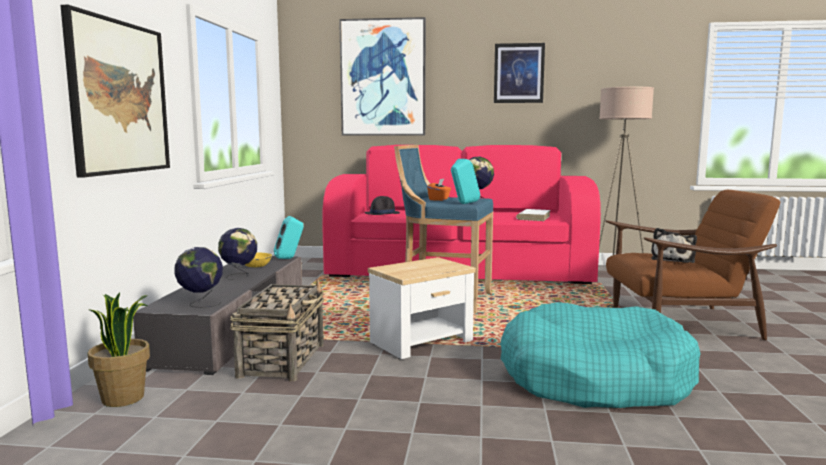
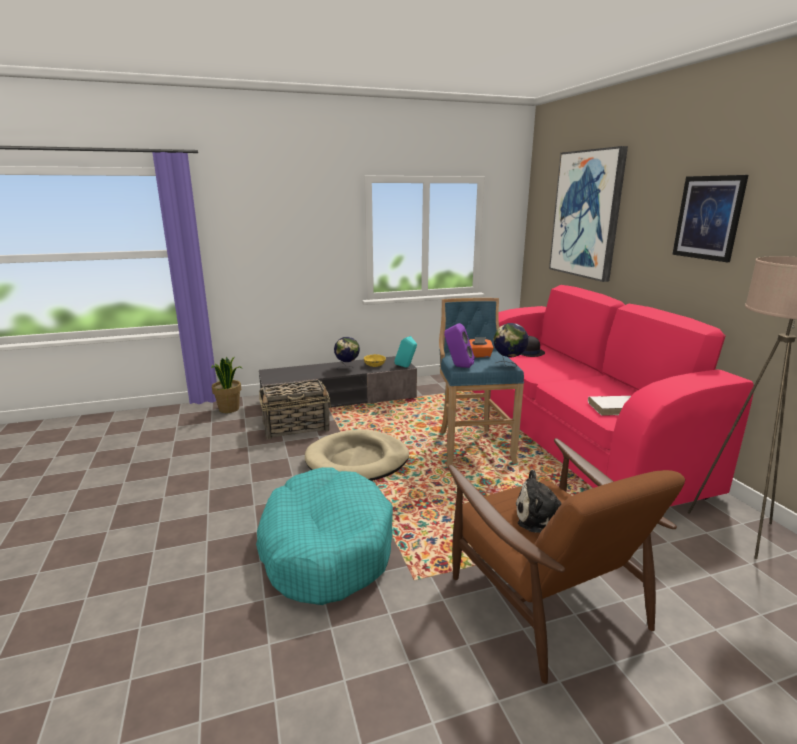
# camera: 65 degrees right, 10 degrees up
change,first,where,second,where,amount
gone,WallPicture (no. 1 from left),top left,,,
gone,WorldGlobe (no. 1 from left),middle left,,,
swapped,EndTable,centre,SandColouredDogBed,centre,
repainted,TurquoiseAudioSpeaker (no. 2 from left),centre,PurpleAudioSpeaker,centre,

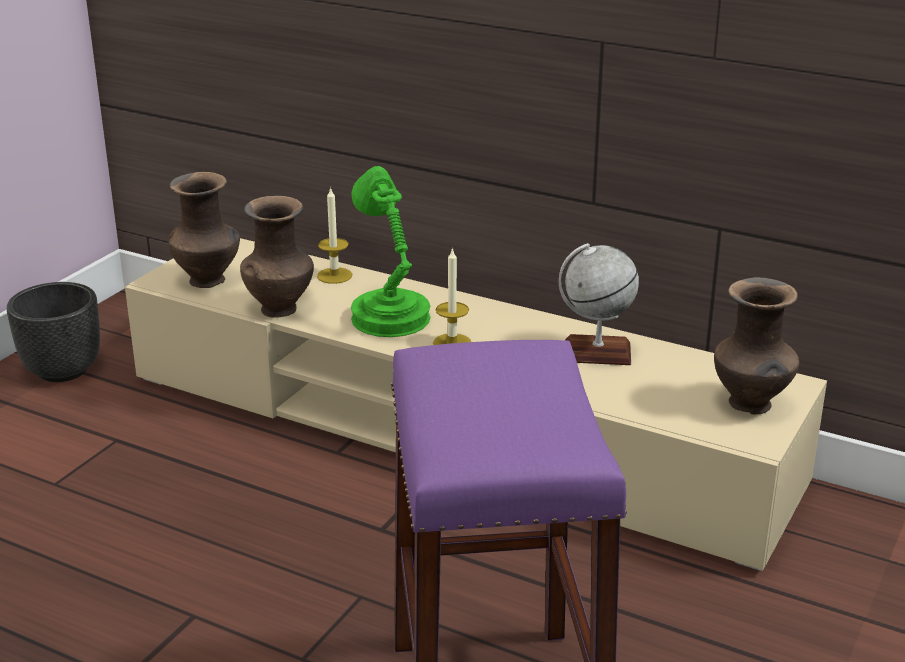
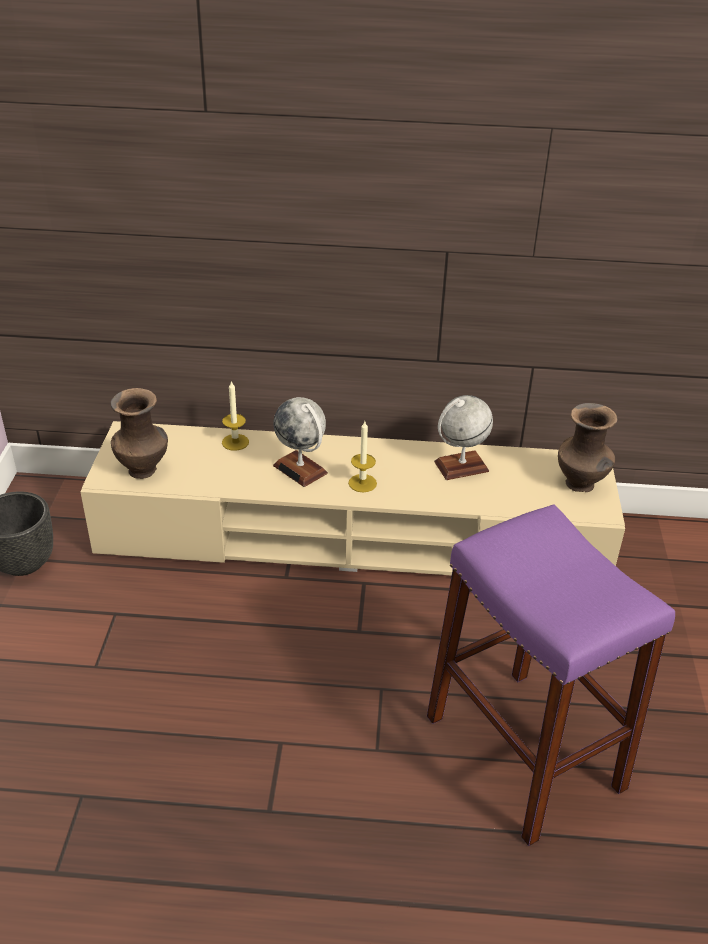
# camera: 25 degrees left, 10 degrees up
change,first,where,second,where,amount
gone,BrownVase (no. 2 from left),middle left,,,
swapped,GreenishTableLamp,centre,WorldGlobe (no. 1 from left),centre,

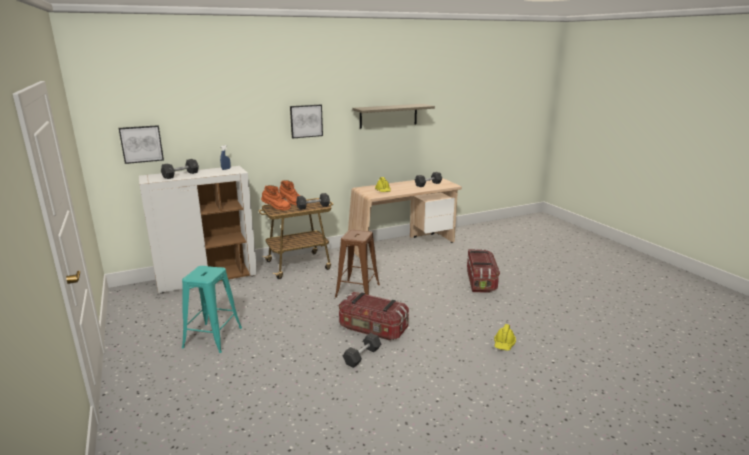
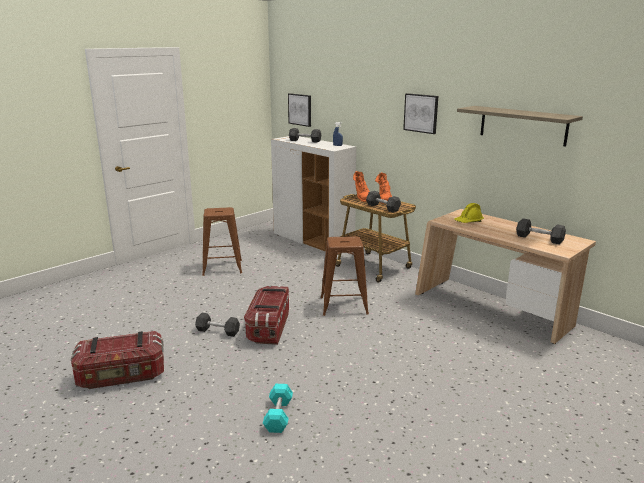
# camera: 70 degrees right, 0 degrees up
change,first,where,second,where,amount
repainted,TurquoiseSittingStool,bottom left,BrownSittingStool (no. 1 from left),centre,
shifted,StorageBox (no. 2 from left in the first image),centre,StorageBox (no. 1 from left),bottom left,
swapped,YellowHardHat (no. 2 from left),bottom right,TurquoiseDumbbell,bottom centre,

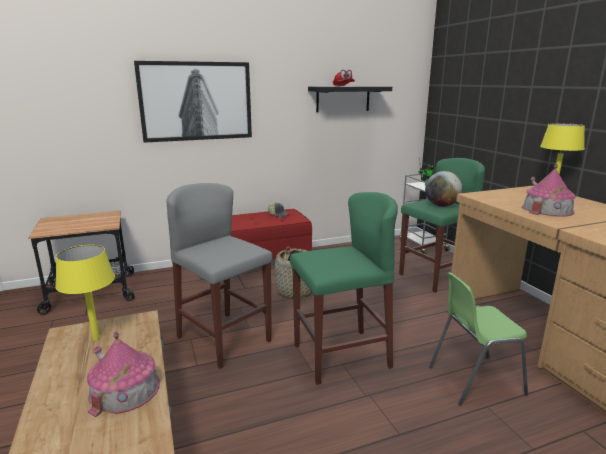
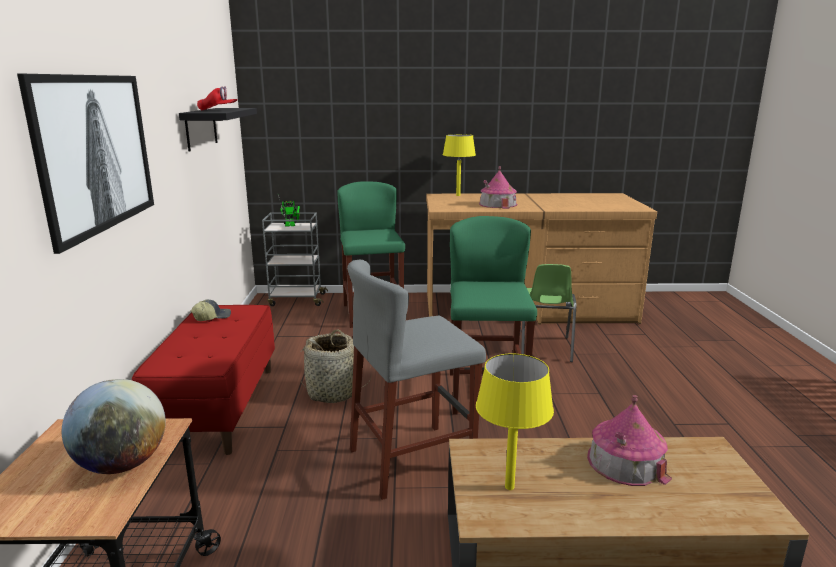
# camera: 70 degrees left, 0 degrees up
change,first,where,second,where,amount
shifted,WorldGlobe,middle right,,bottom left,

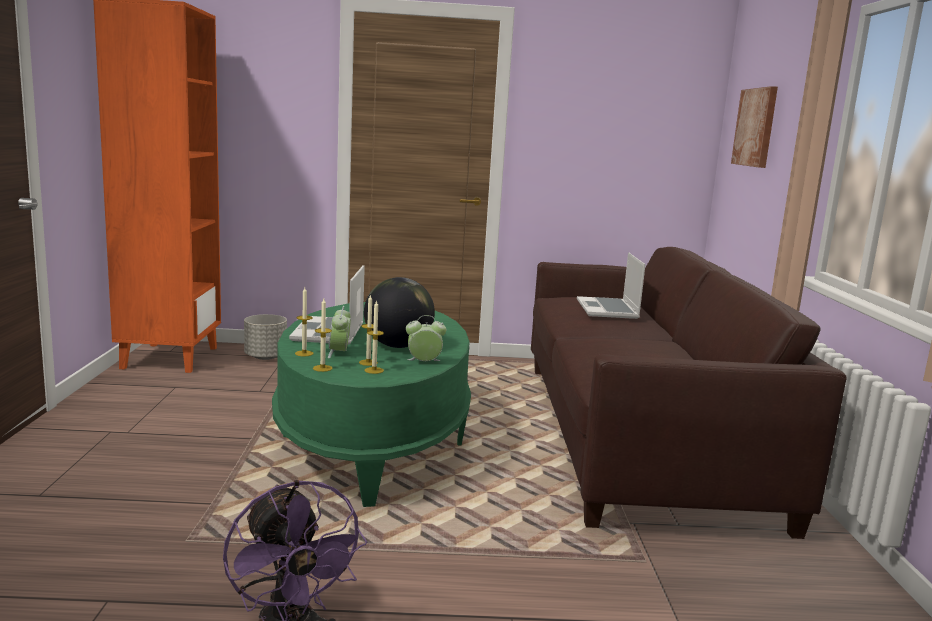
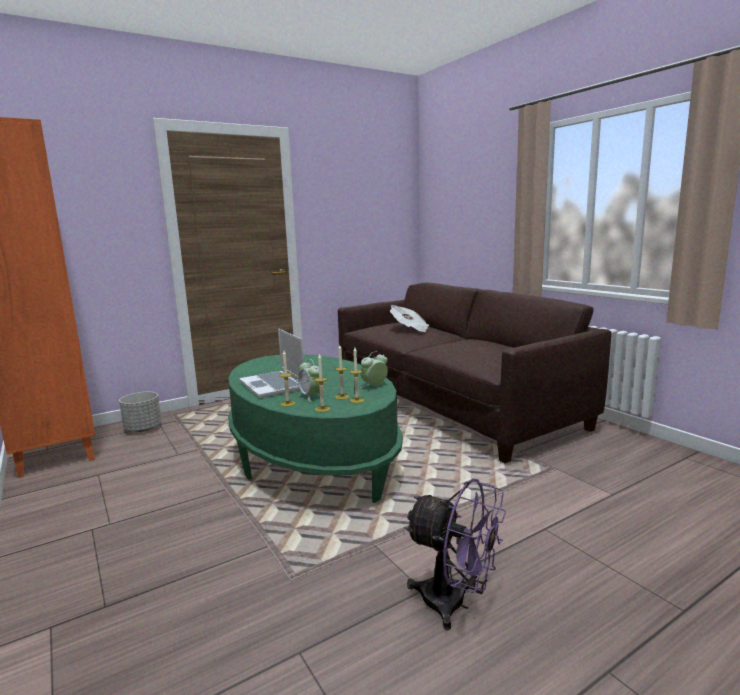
# camera: 30 degrees left, 0 degrees up
change,first,where,second,where,amount
gone,WorldGlobe,centre,,,
swapped,NotebookComputer (no. 2 from left),centre,Newspaper,centre,
gone,WallPicture,top right,,,

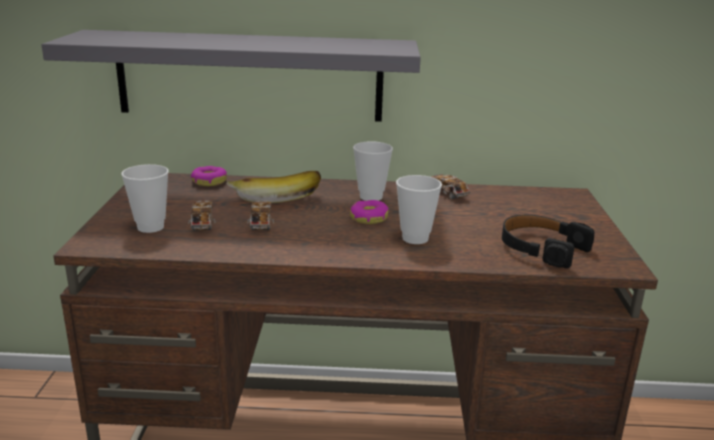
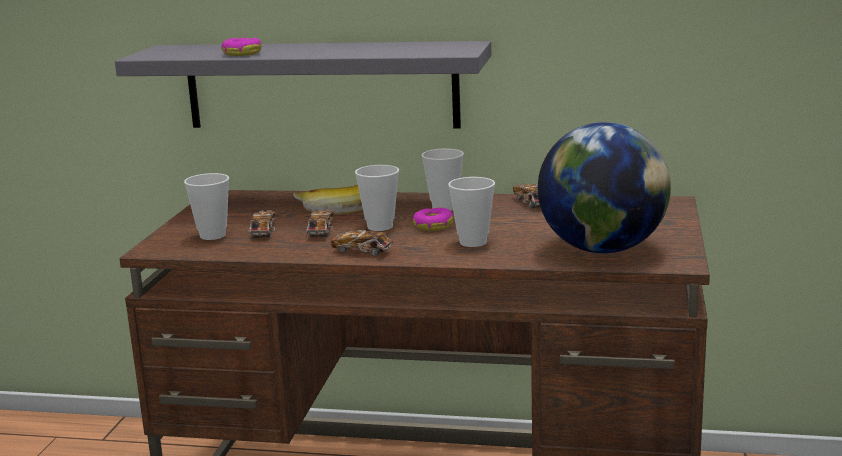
# camera: 10 degrees right, 5 degrees down
change,first,where,second,where,amount
shifted,Donut (no. 1 from left),middle left,,top left,
swapped,BlackHeadphones,middle right,WorldGlobe,middle right,
new,,,MiniatureCar (no. 3 from left),centre,
new,,,DrinkingCup (no. 2 from left),centre,

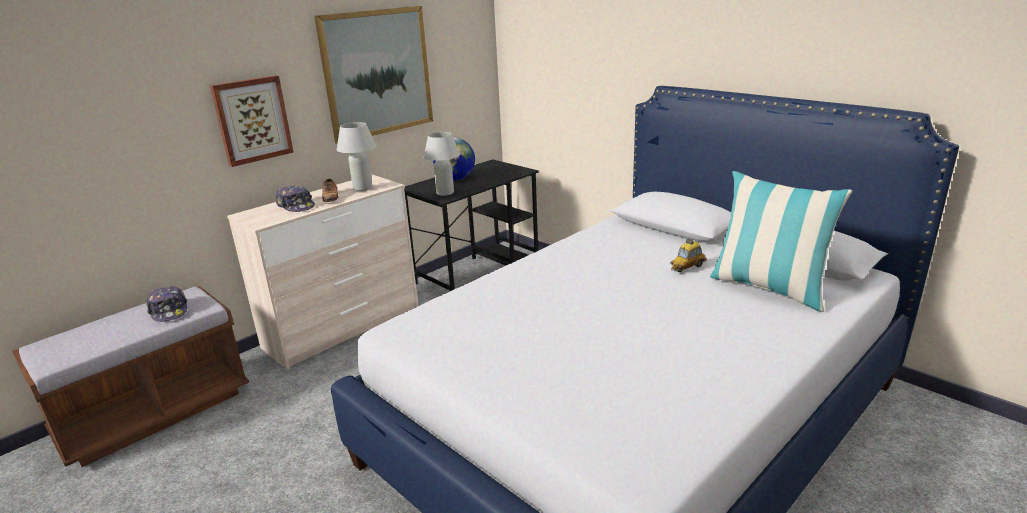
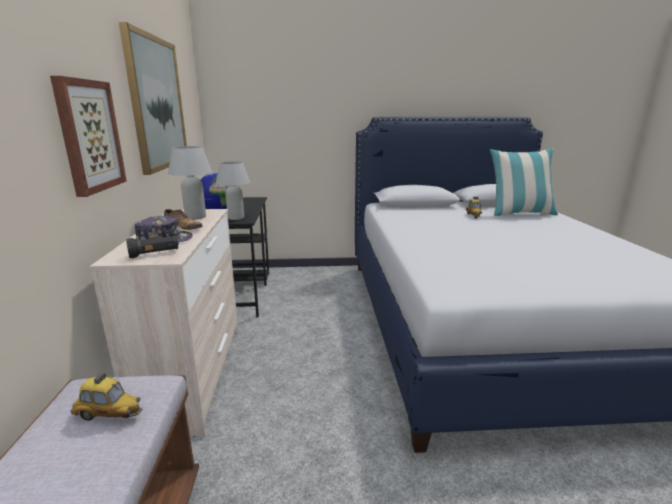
# camera: 50 degrees left, 5 degrees down
change,first,where,second,where,amount
swapped,PeakedCap (no. 1 from left),middle left,MiniatureCar (no. 1 from left),bottom left,
new,,,BlackTorch,middle left,

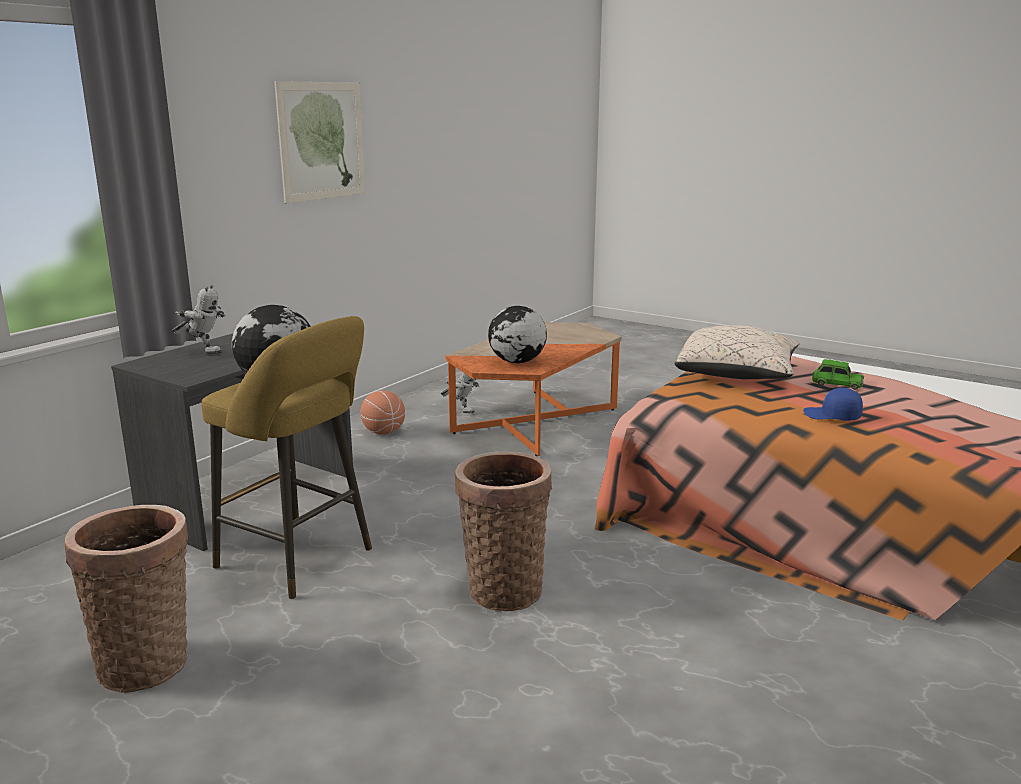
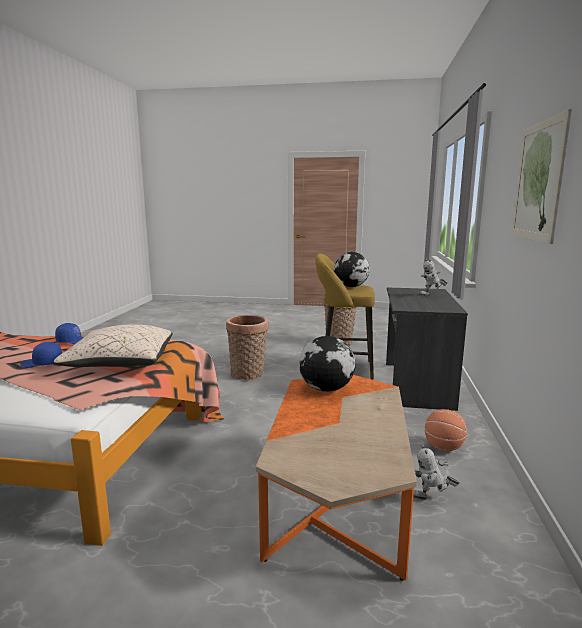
# camera: 155 degrees right, 5 degrees down
change,first,where,second,where,amount
swapped,GreenishMiniatureCar,middle right,BlueColouredPeakedCap (no. 1 from left),middle left,

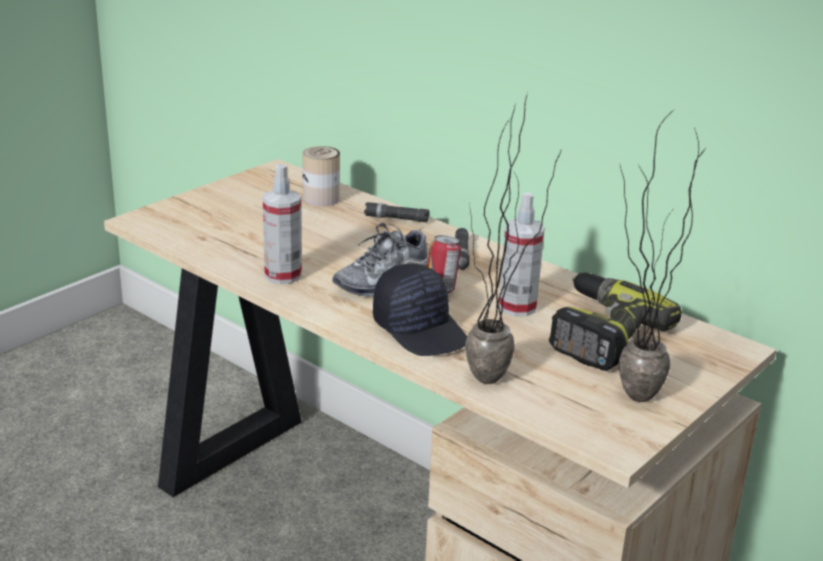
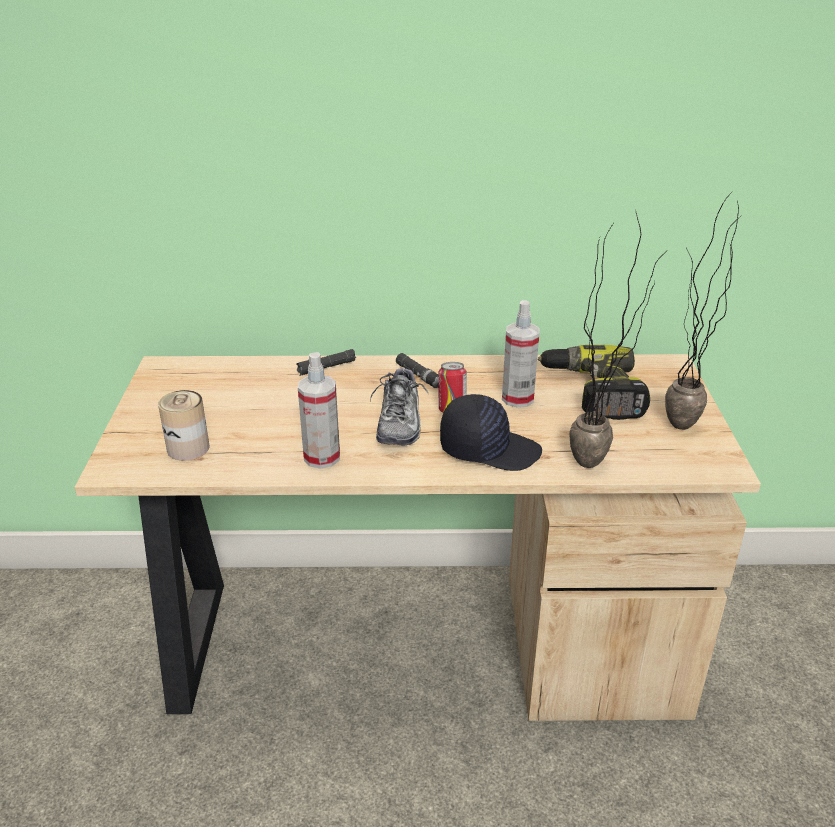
# camera: 40 degrees left, 5 degrees up
change,first,where,second,where,amount
shifted,Can (no. 1 from left),top centre,,middle left,

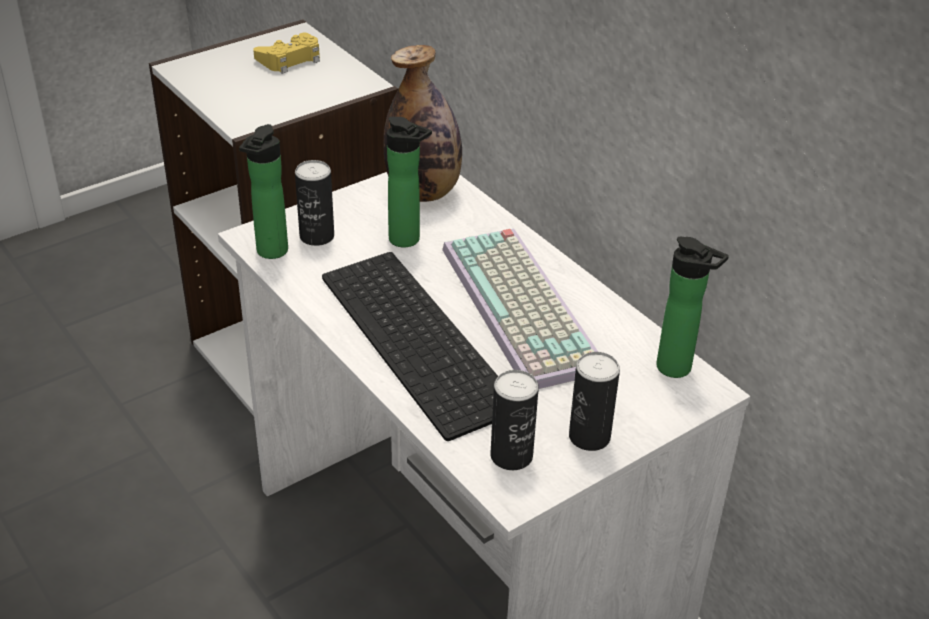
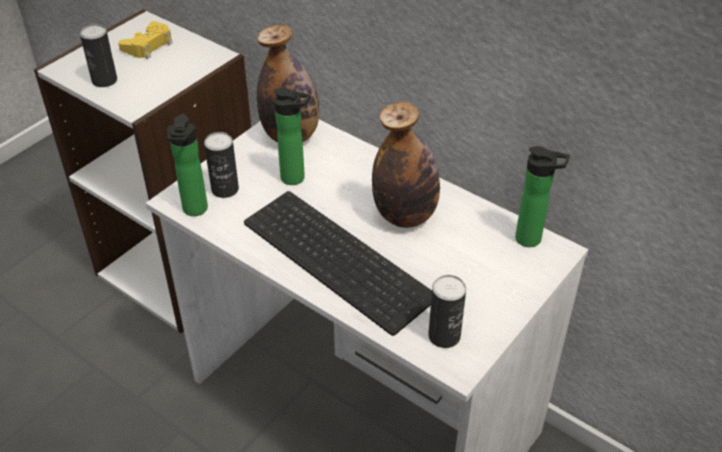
# camera: 15 degrees left, 5 degrees up
change,first,where,second,where,amount
swapped,PcKeyboard (no. 2 from left),centre,DrinkBottle (no. 4 from left),centre,
shifted,Can (no. 3 from left in the first image),centre,Can (no. 1 from left),top left,

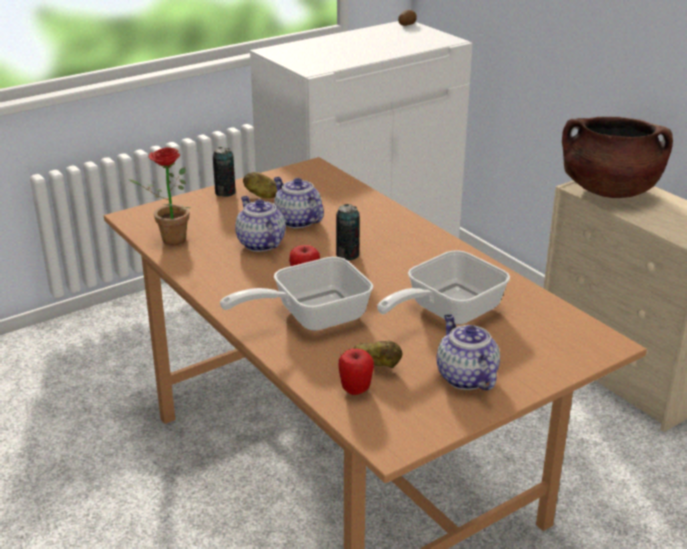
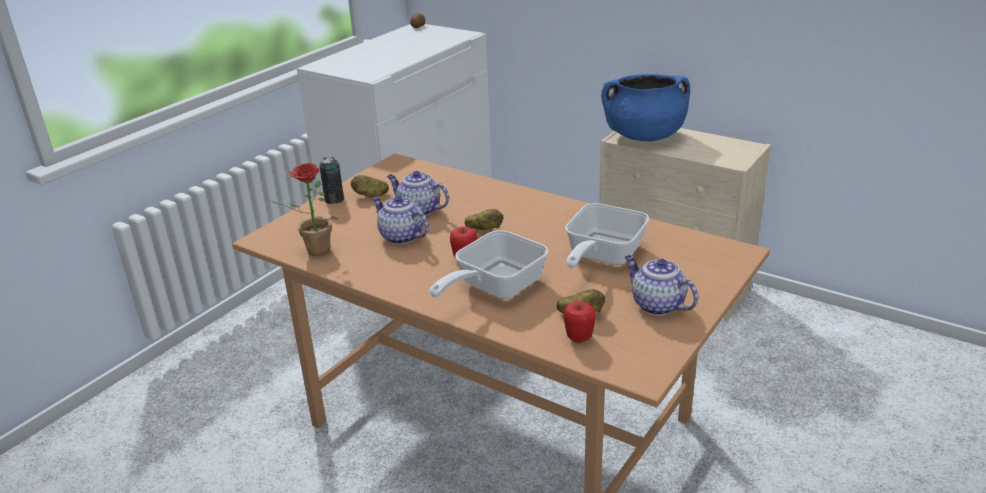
# camera: 20 degrees left, 0 degrees up
change,first,where,second,where,amount
swapped,Can (no. 2 from left),centre,Potato (no. 3 from left),centre,
repainted,BrownCookingPot,top right,BlueColouredCookingPot,top centre,

